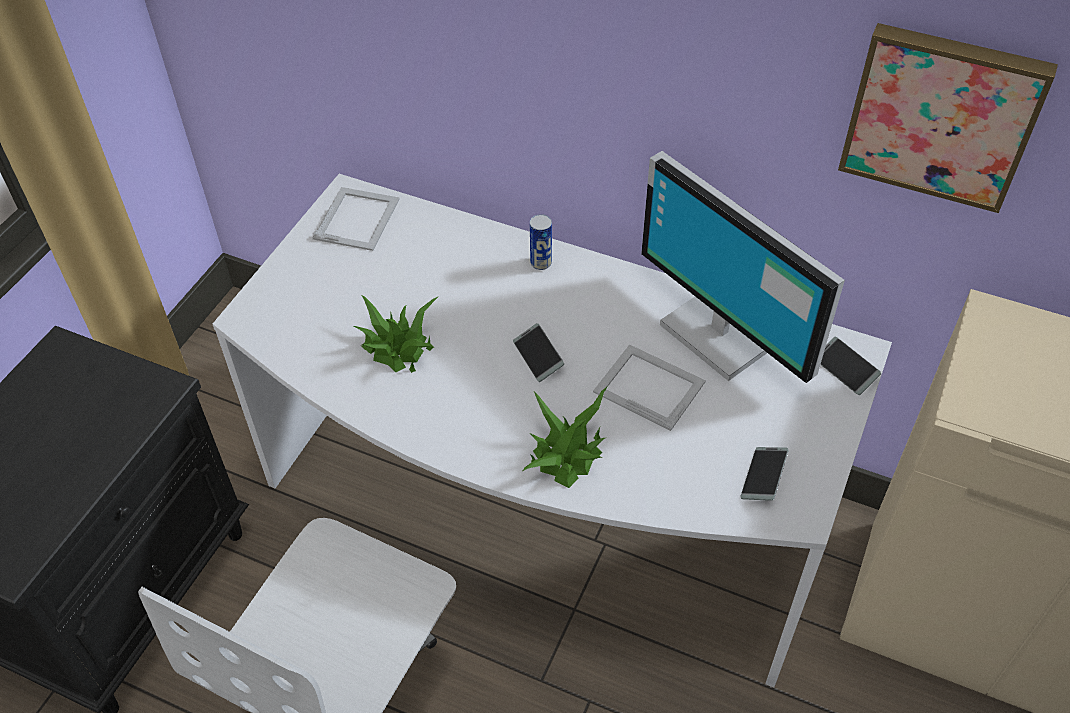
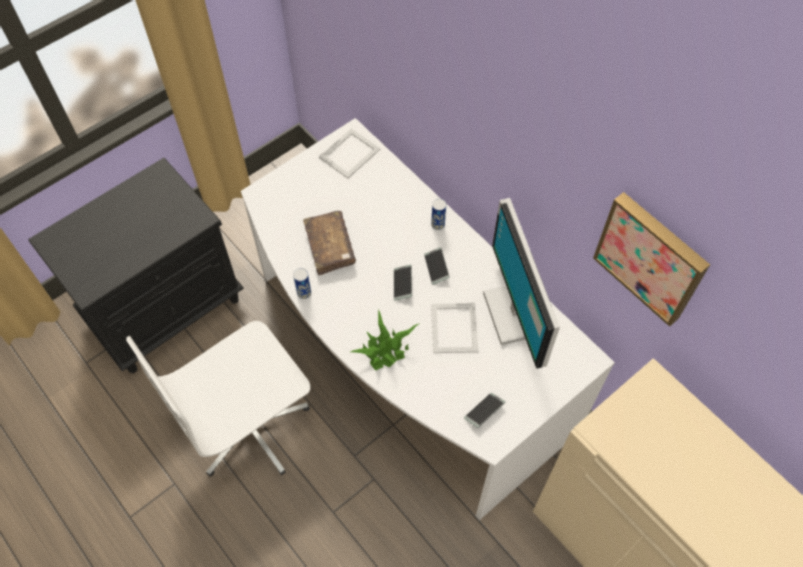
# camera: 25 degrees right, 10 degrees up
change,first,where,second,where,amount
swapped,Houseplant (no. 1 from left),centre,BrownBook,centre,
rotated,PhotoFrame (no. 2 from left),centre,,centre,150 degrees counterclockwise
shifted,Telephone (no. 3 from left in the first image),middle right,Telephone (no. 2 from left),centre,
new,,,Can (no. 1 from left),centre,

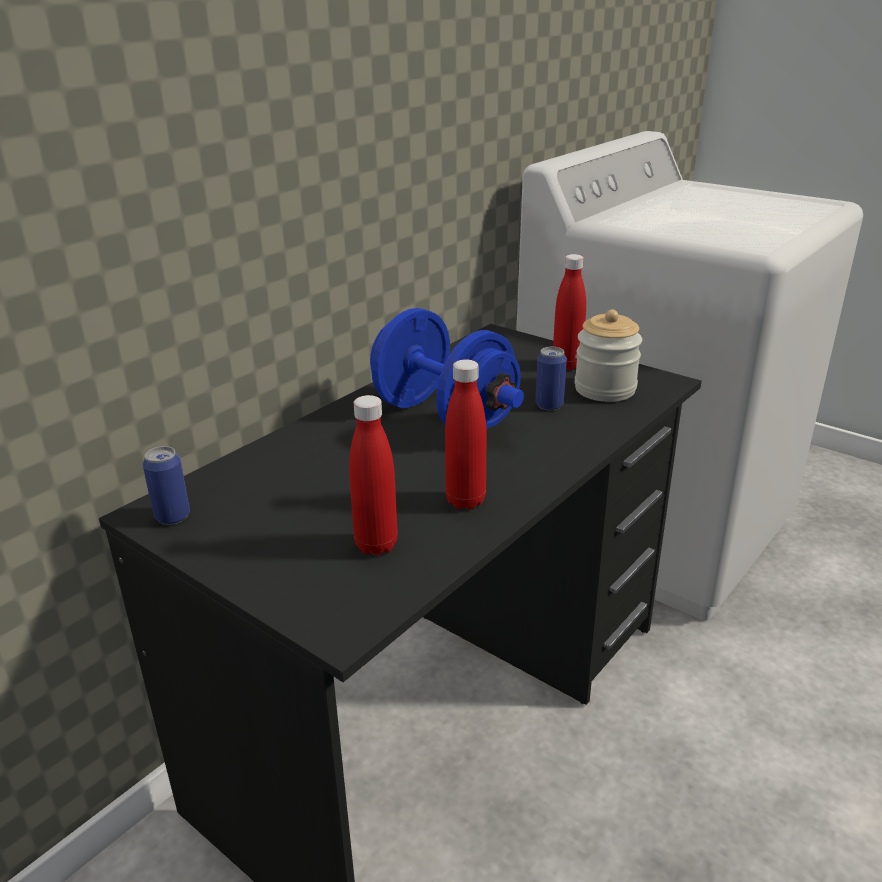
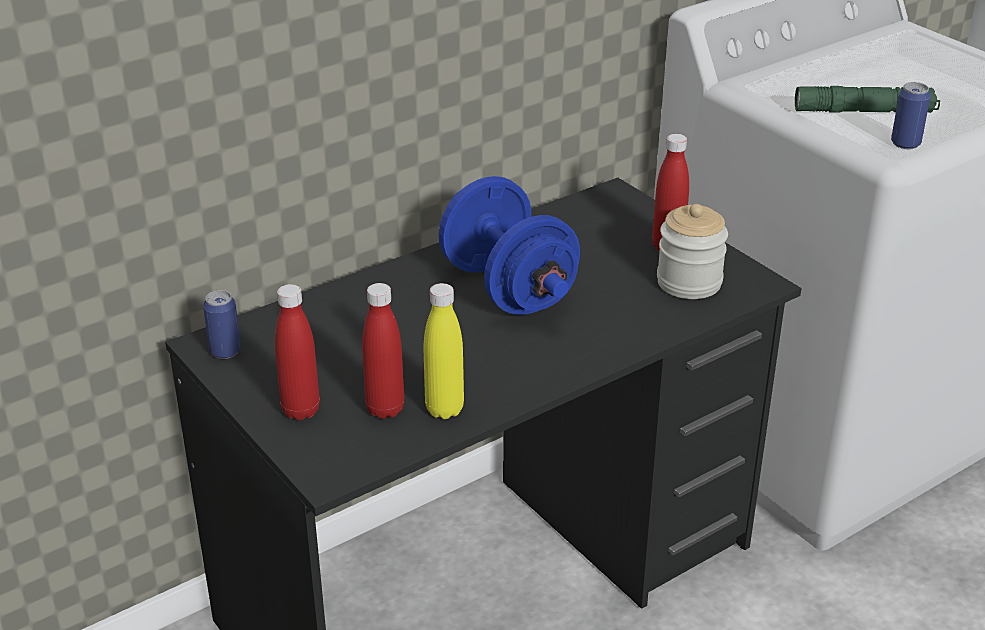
# camera: 15 degrees right, 5 degrees up
change,first,where,second,where,amount
shifted,ReddishDrinkBottle (no. 2 from left in the first image),centre,ReddishDrinkBottle (no. 1 from left),middle left,
shifted,Can (no. 2 from left),centre,,top right,
new,,,YellowDrinkBottle,centre,
new,,,GreenishTorch,top right,

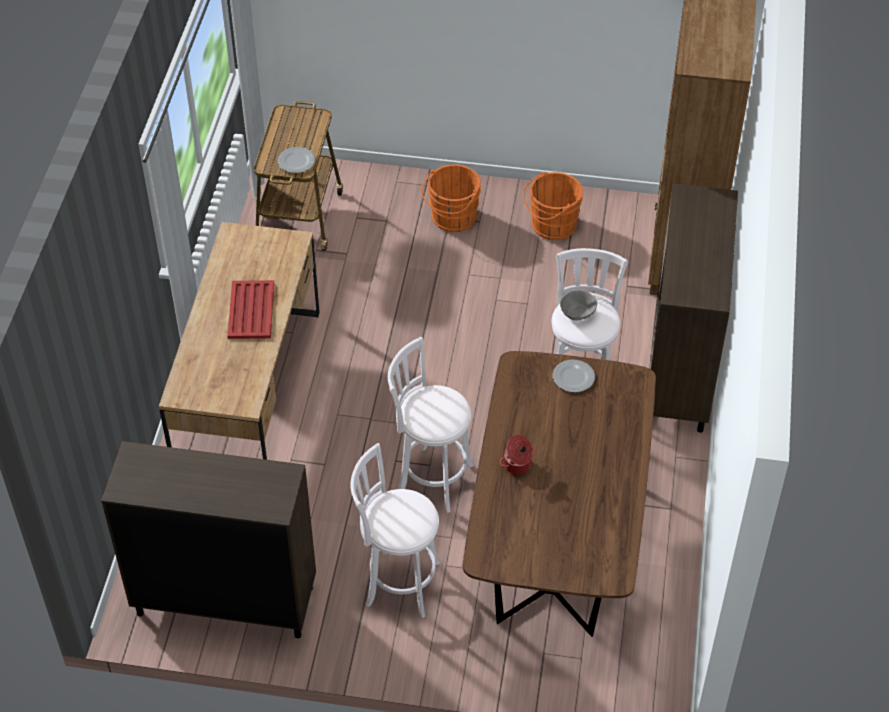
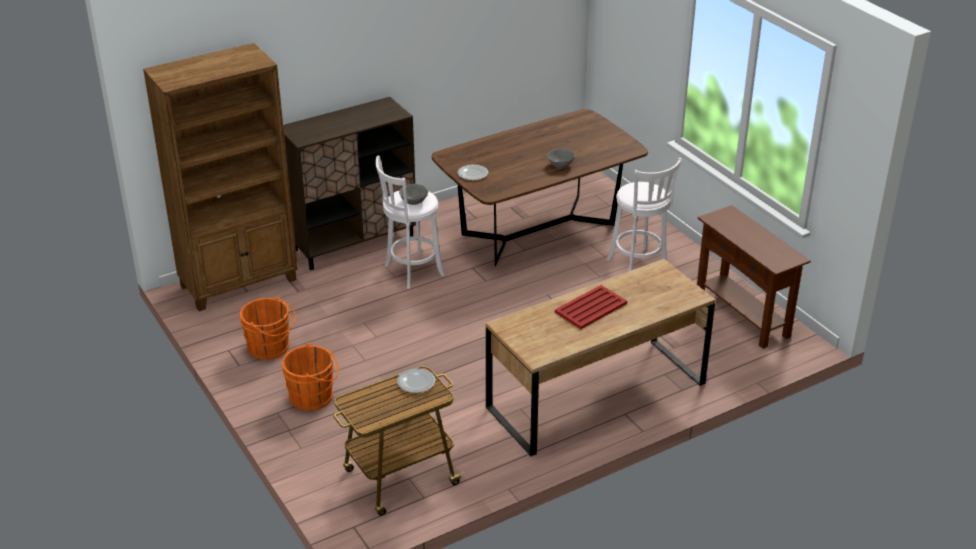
# camera: 130 degrees left, 15 degrees down
change,first,where,second,where,amount
swapped,BrownStorageCabinet (no. 1 from left),bottom left,BrownHallTable,middle right,
gone,WhiteColouredSittingStool (no. 2 from left),centre,,,
swapped,CookingPot,centre,GrayServingBowl (no. 2 from left),top centre,

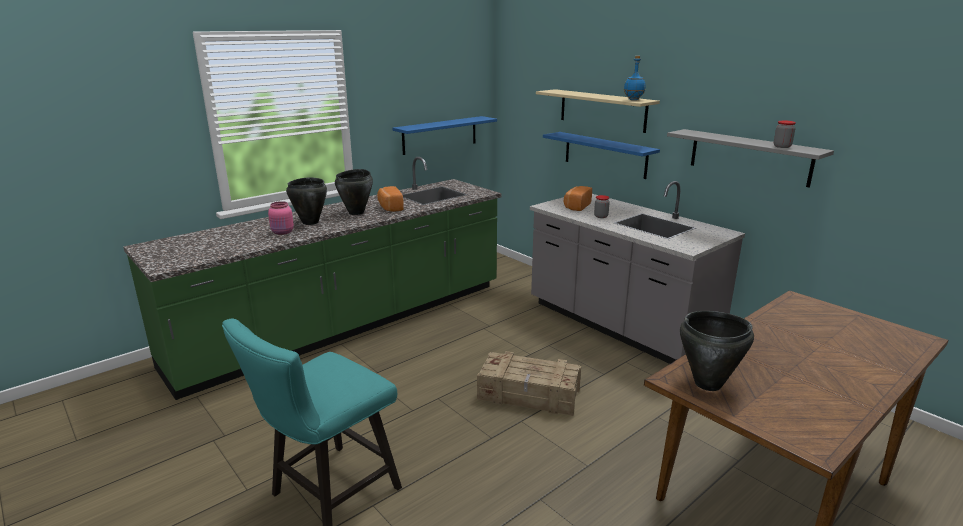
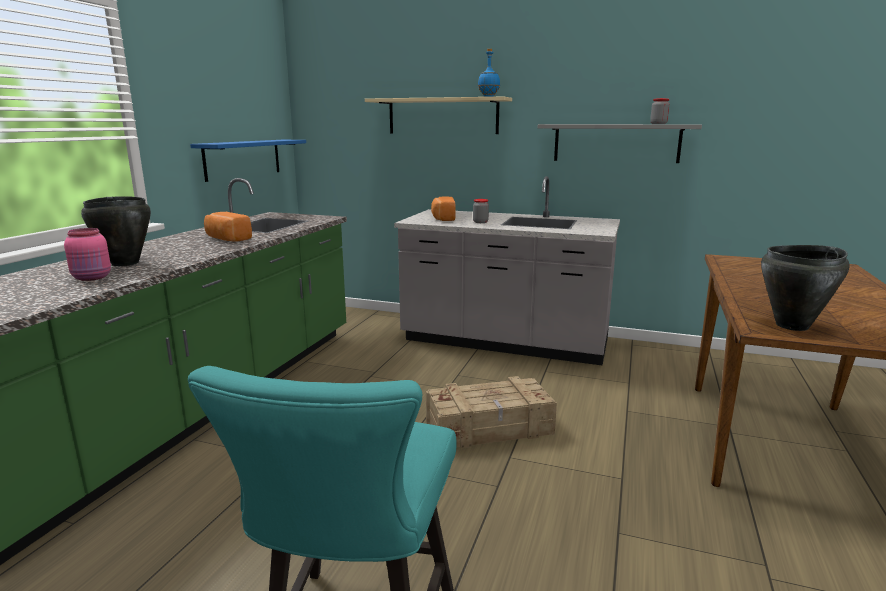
# camera: 30 degrees left, 5 degrees down
change,first,where,second,where,amount
gone,BlackCookingPot (no. 2 from left),centre,,,
gone,BlueColouredShelf (no. 2 from left),top centre,,,

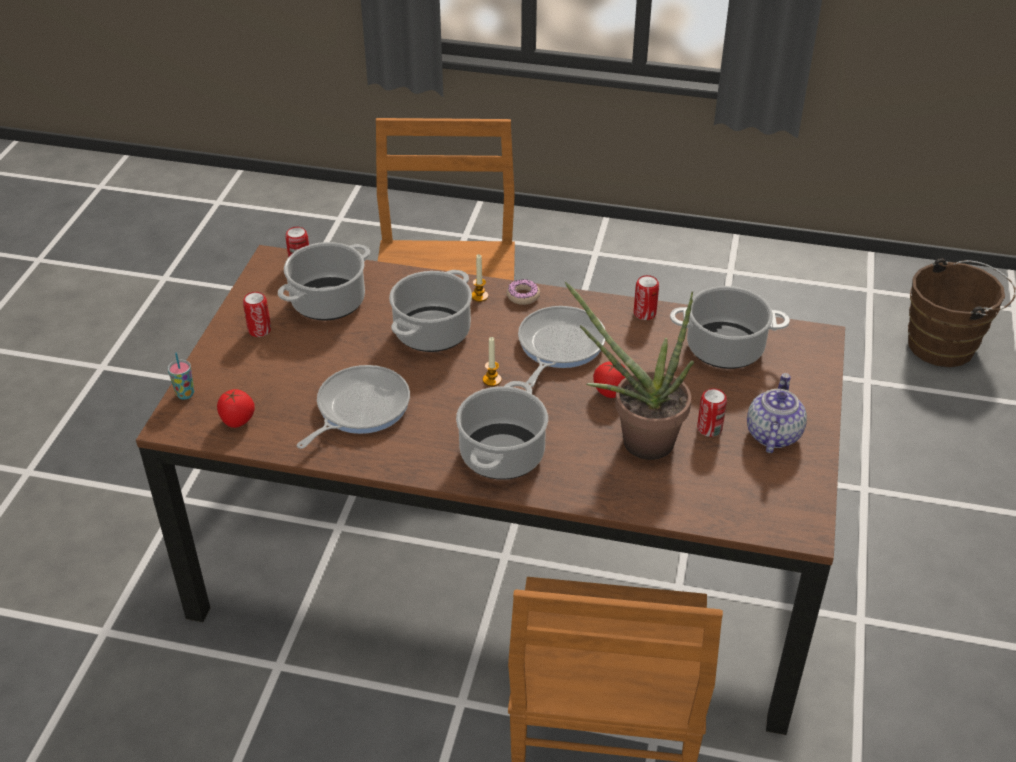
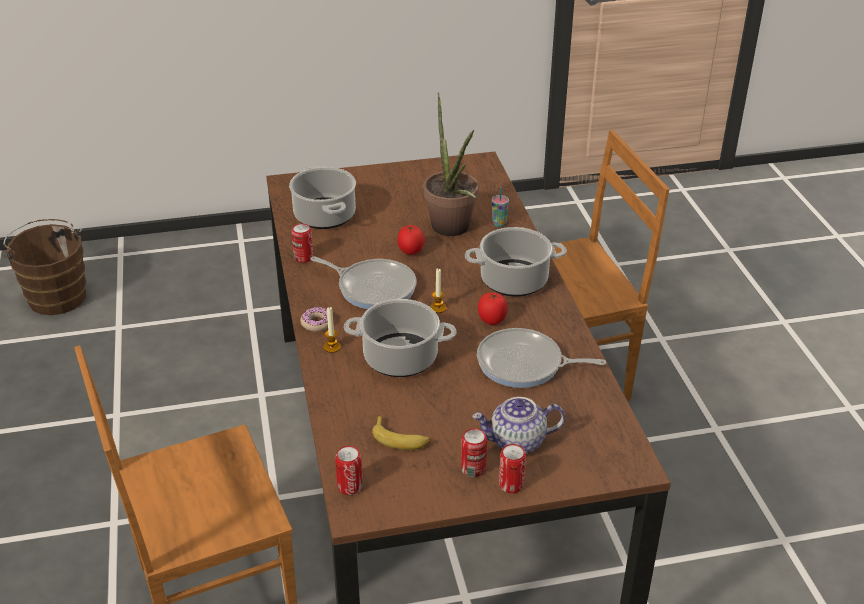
# camera: 115 degrees left, 5 degrees down
change,first,where,second,where,amount
shifted,DrinkingCup,middle left,,centre,
shifted,WholeTomato (no. 1 from left in the first image),middle left,WholeTomato (no. 2 from left),centre,
swapped,CookingPot (no. 1 from left),middle left,Banana,bottom centre,
rotated,Pan (no. 2 from left in the first image),centre,Pan (no. 1 from left),centre,150 degrees counterclockwise
shifted,Can (no. 4 from left),middle right,,bottom centre,
shifted,Teapot,middle right,,bottom centre,

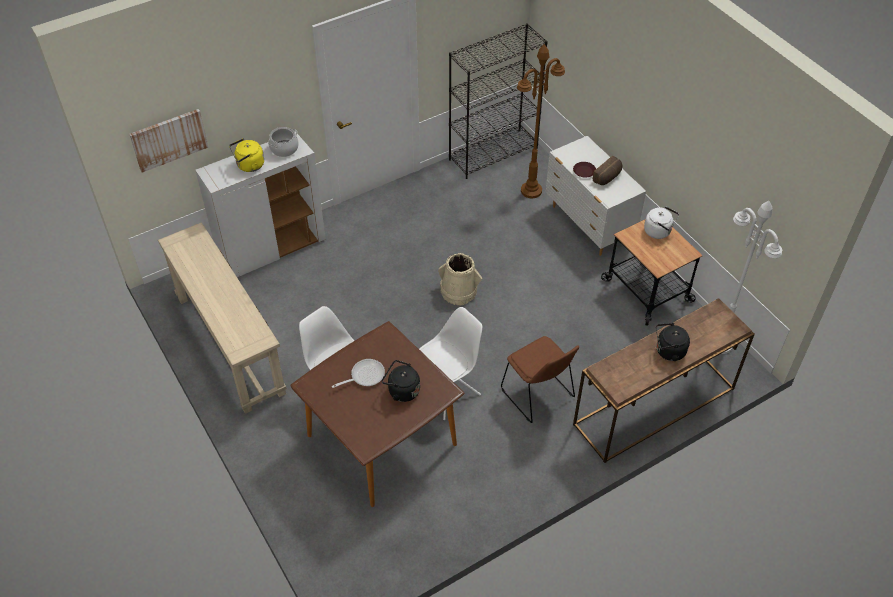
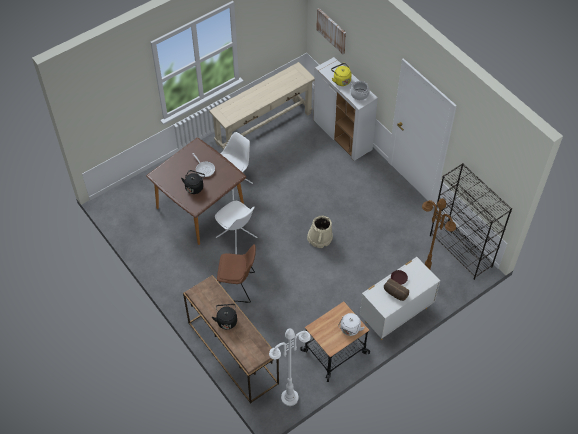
# camera: 85 degrees right, 5 degrees up
change,first,where,second,where,amount
rotated,BrownChair,centre,,centre,135 degrees counterclockwise

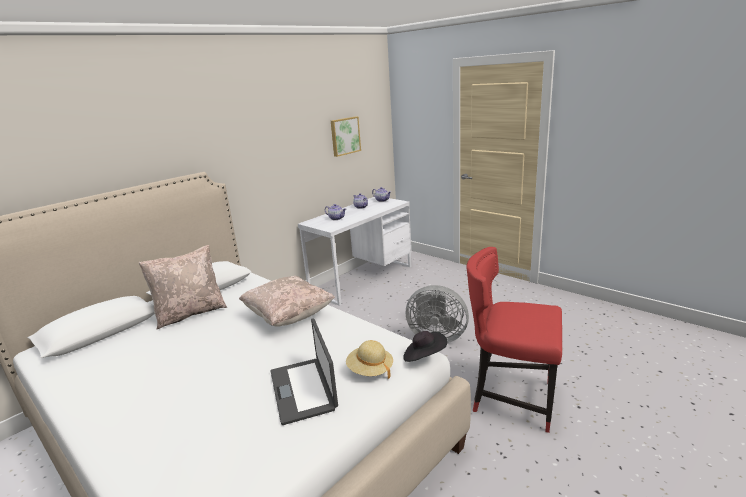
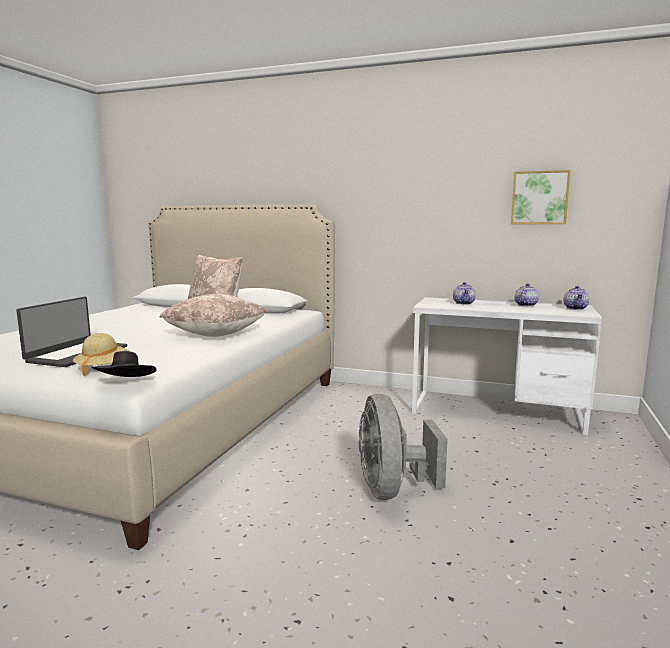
# camera: 65 degrees right, 10 degrees down
change,first,where,second,where,amount
rotated,NotebookComputer,bottom centre,,middle left,150 degrees clockwise
gone,ReddishChair,bottom right,,,

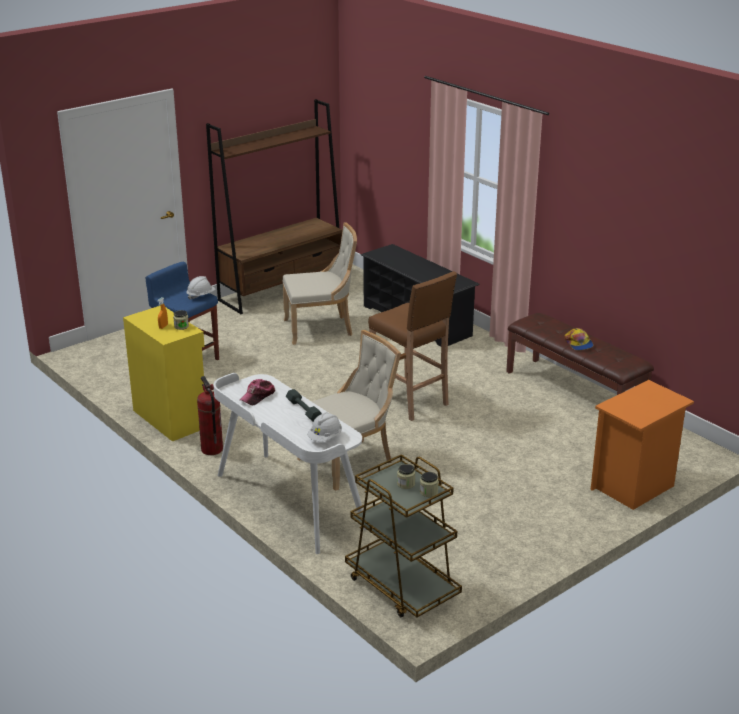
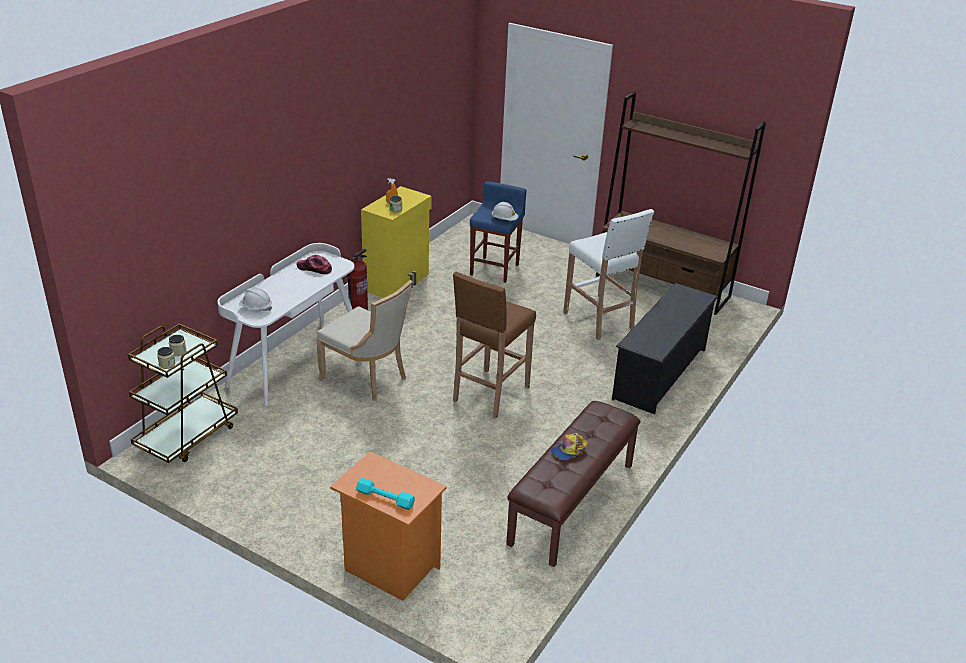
# camera: 70 degrees right, 5 degrees up
change,first,where,second,where,amount
swapped,SandColouredChair (no. 1 from left),centre,WhiteColouredSittingStool,centre,
gone,GrayDumbbell,centre,,,
new,,,TurquoiseDumbbell,bottom centre,

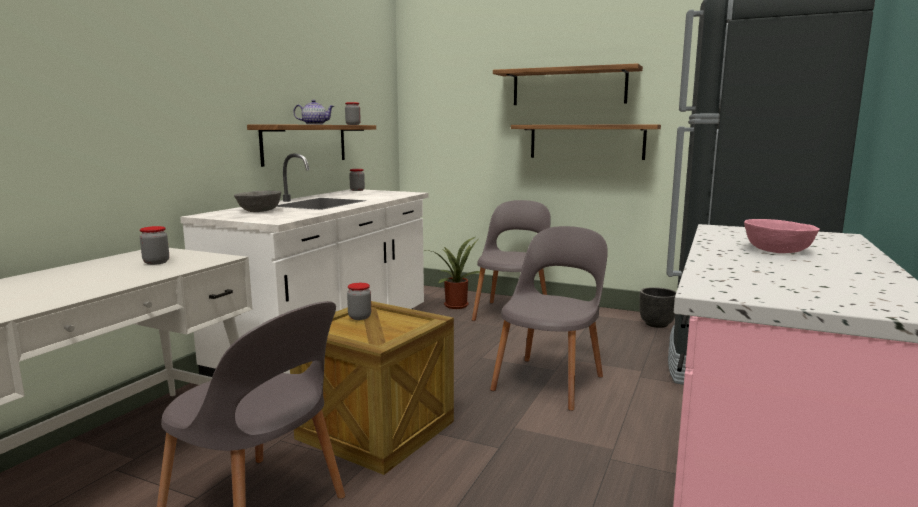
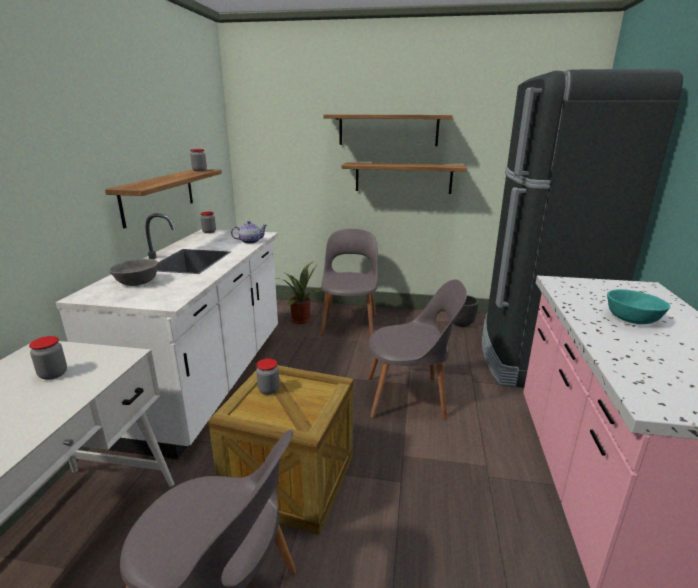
# camera: 15 degrees left, 10 degrees up
change,first,where,second,where,amount
shifted,Teapot,top centre,,centre,
rotated,GrayChair (no. 3 from left),centre,,centre,75 degrees clockwise
repainted,PinkServingBowl,middle right,TurquoiseServingBowl,middle right,

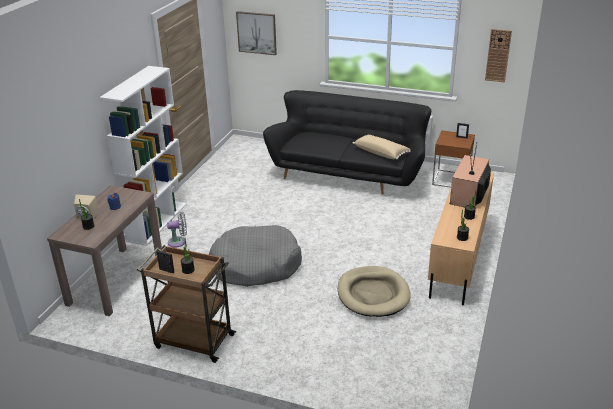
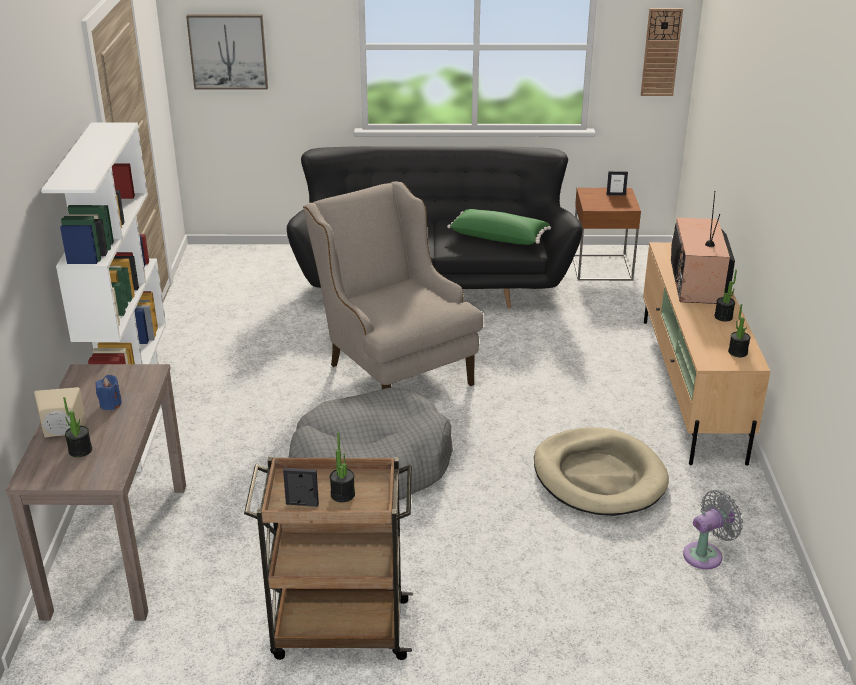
# camera: 20 degrees left, 0 degrees up
change,first,where,second,where,amount
shifted,GrayFan,middle left,,bottom right,
repainted,SandColouredCushion,centre,GreenishCushion,top centre,
new,,,SandColouredEasyChair,centre,

